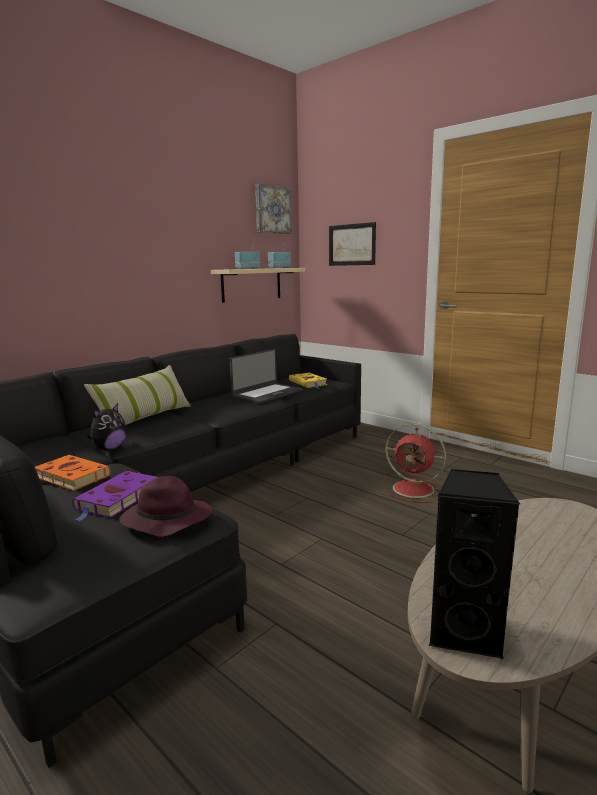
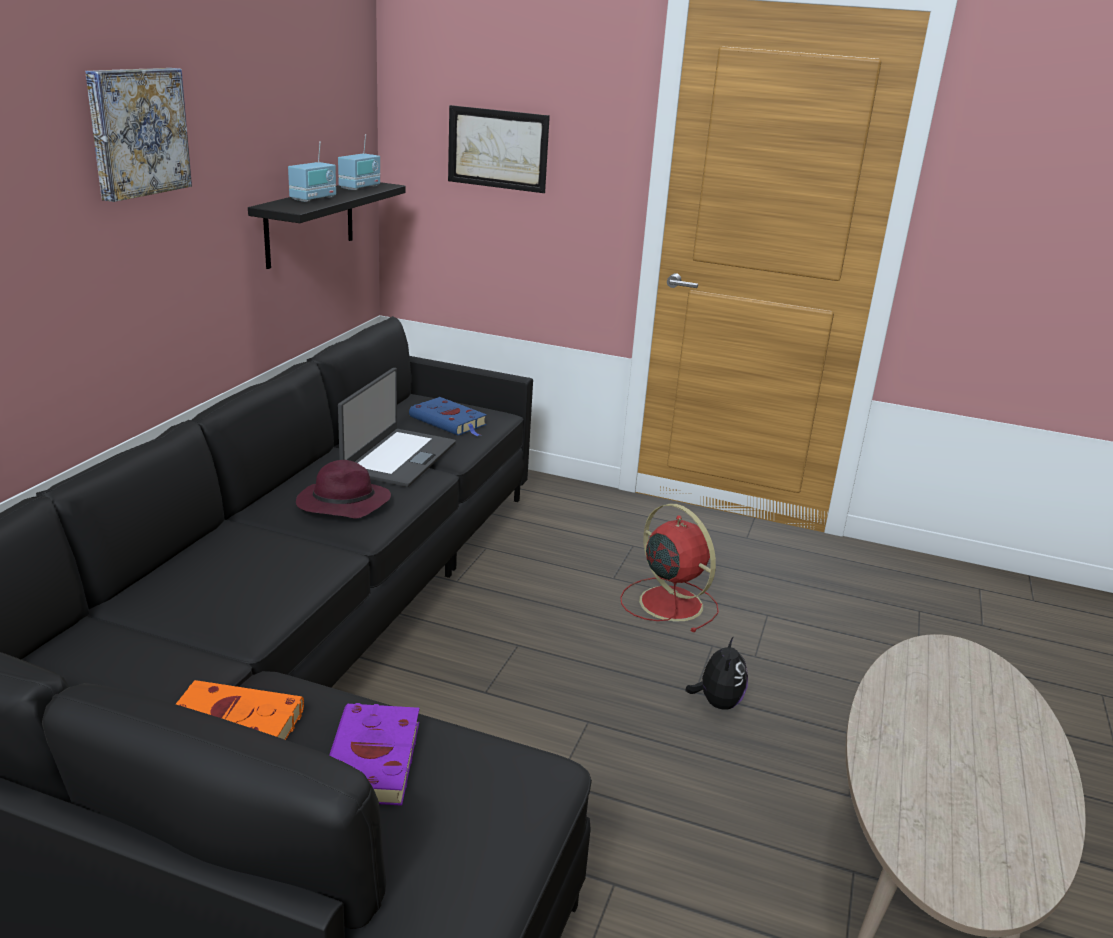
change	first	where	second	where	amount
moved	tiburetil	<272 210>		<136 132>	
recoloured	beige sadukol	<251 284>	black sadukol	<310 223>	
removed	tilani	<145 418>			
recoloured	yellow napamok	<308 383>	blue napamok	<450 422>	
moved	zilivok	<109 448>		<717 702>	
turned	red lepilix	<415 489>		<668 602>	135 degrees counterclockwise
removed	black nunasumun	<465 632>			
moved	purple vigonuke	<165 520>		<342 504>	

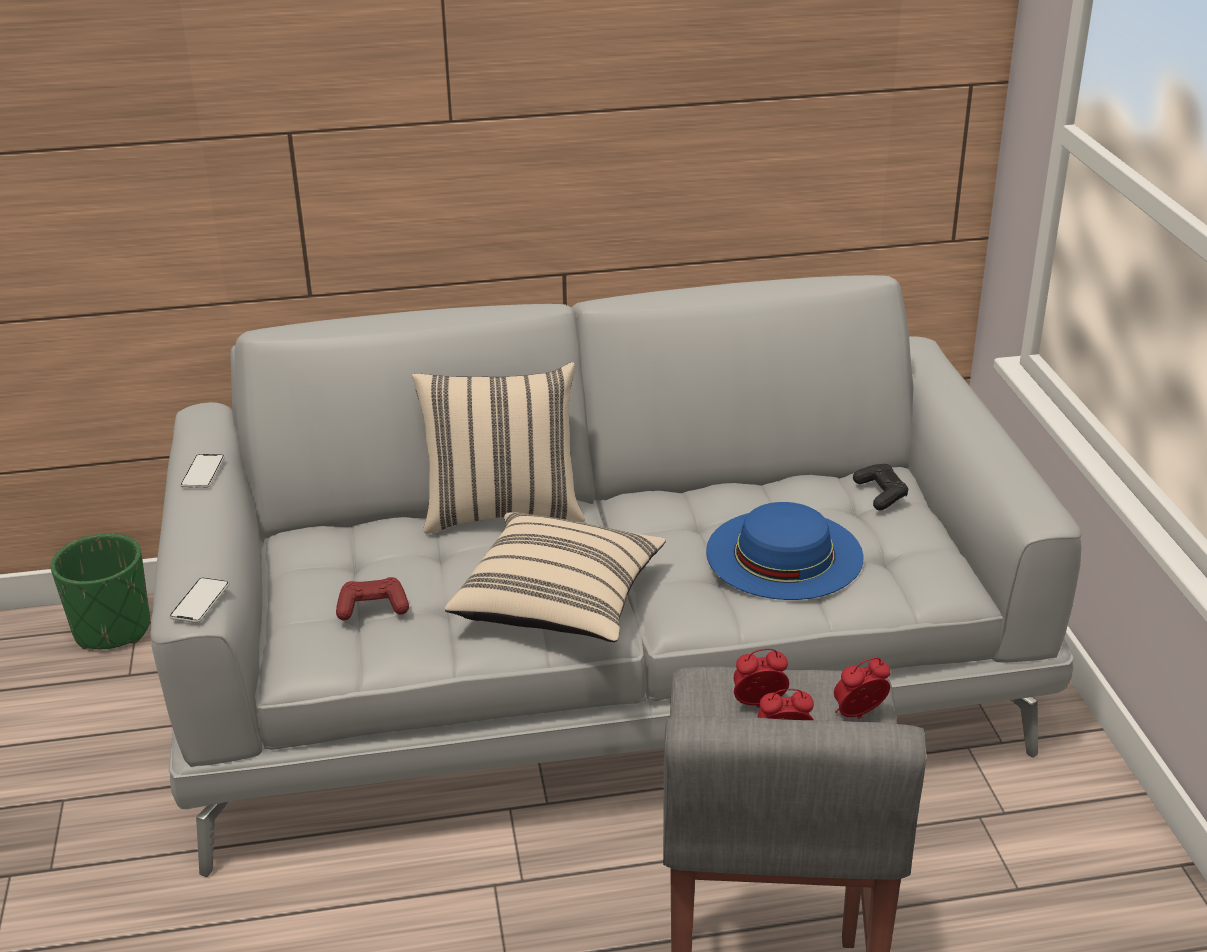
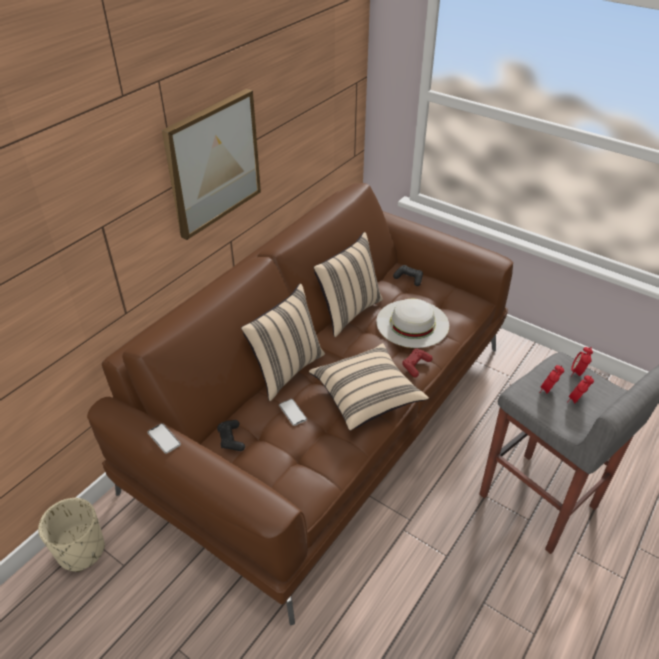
change	first	where	second	where	amount
recoloured	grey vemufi	<606 671>	brown vemufi	<329 413>	
recoloured	blue vigonuke	<784 554>	white vigonuke	<412 323>	
recoloured	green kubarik	<112 629>	beige kubarik	<81 550>	
moved	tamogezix	<200 601>		<292 412>	
moved	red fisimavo	<373 607>		<416 365>	
added			tiburetil	<213 163>	
added			beige tilani	<348 312>	
added			black fisimavo	<231 439>	

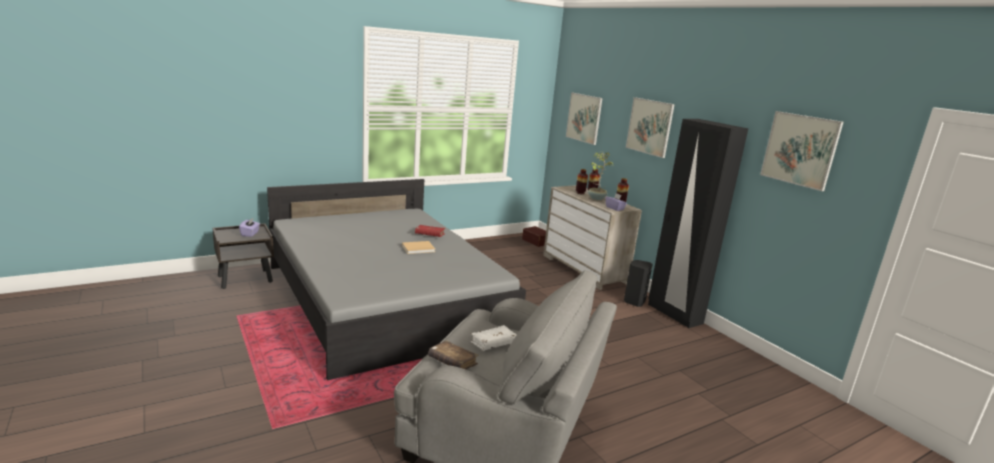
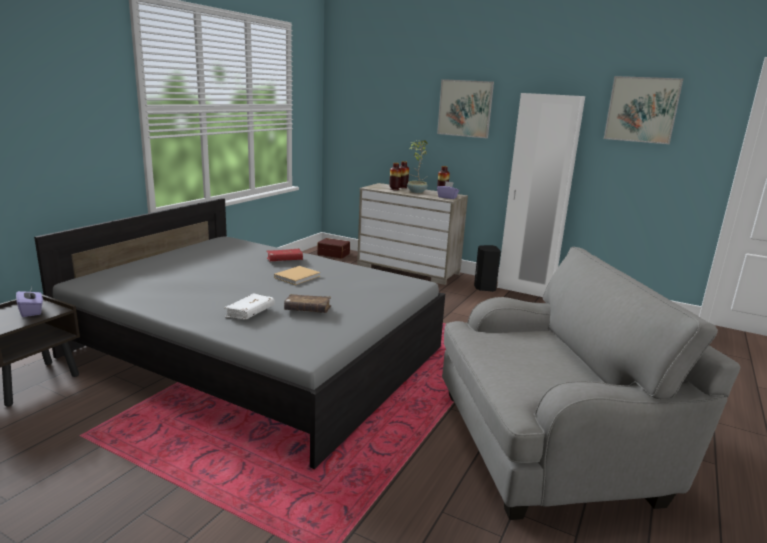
change	first	where	second	where	amount
removed	tiburetil	<584 118>			
recoloured	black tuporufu	<674 314>	white tuporufu	<525 290>	
moved	white napamok	<493 343>		<250 313>	
moved	brown napamok	<452 362>		<307 310>	

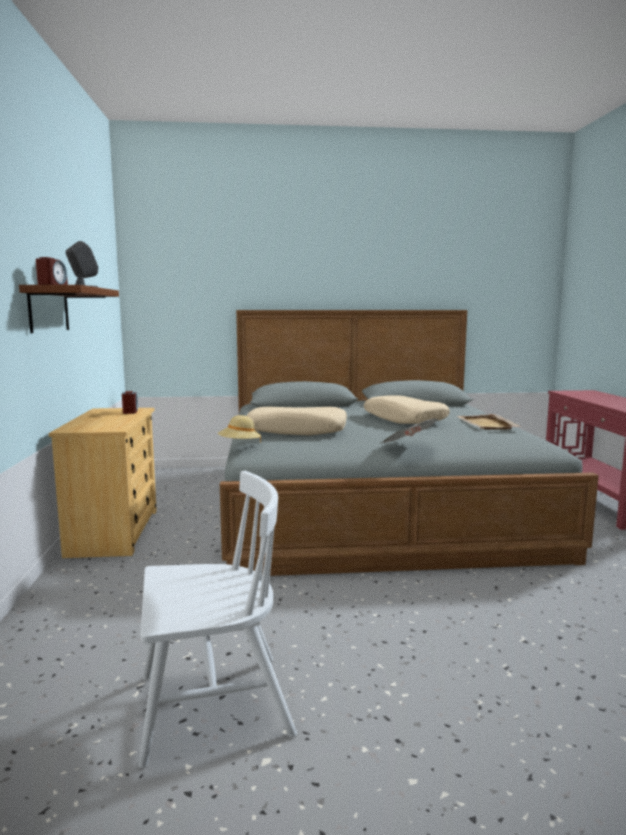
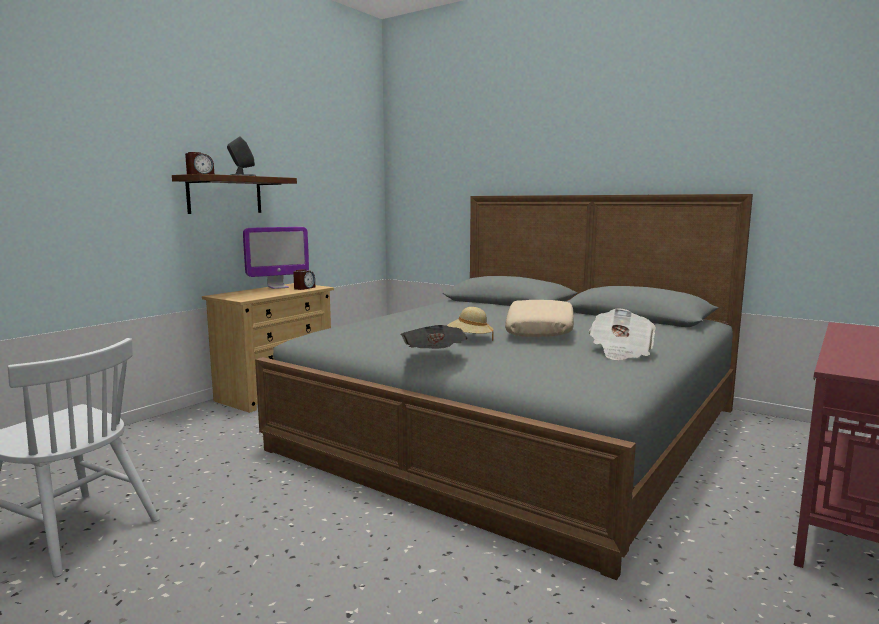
change	first	where	second	where	amount
removed	beige tilani	<297 431>			
replaced	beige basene	<487 424>	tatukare	<620 352>	
moved	beige vigonuke	<239 445>		<470 339>	
added			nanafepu	<278 287>	

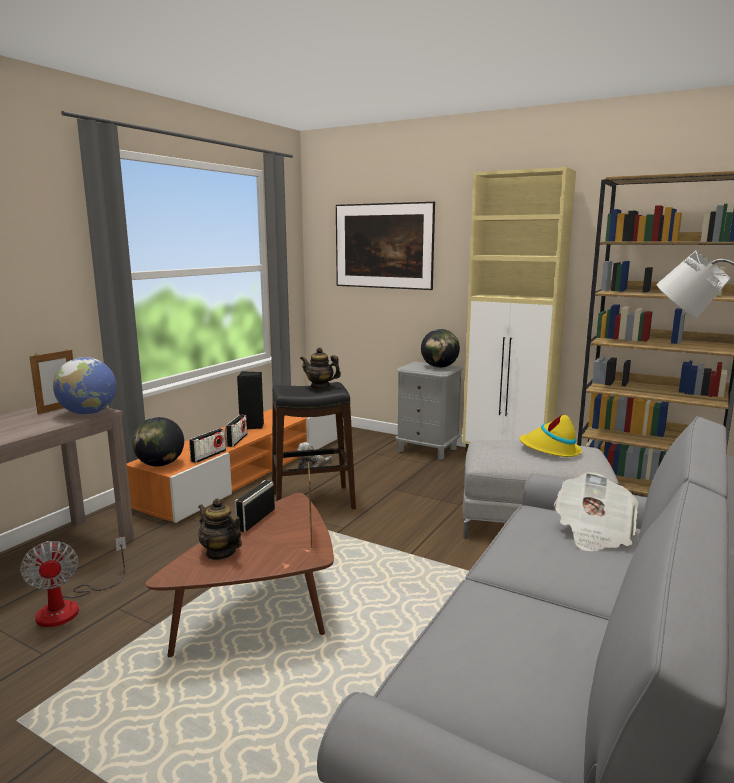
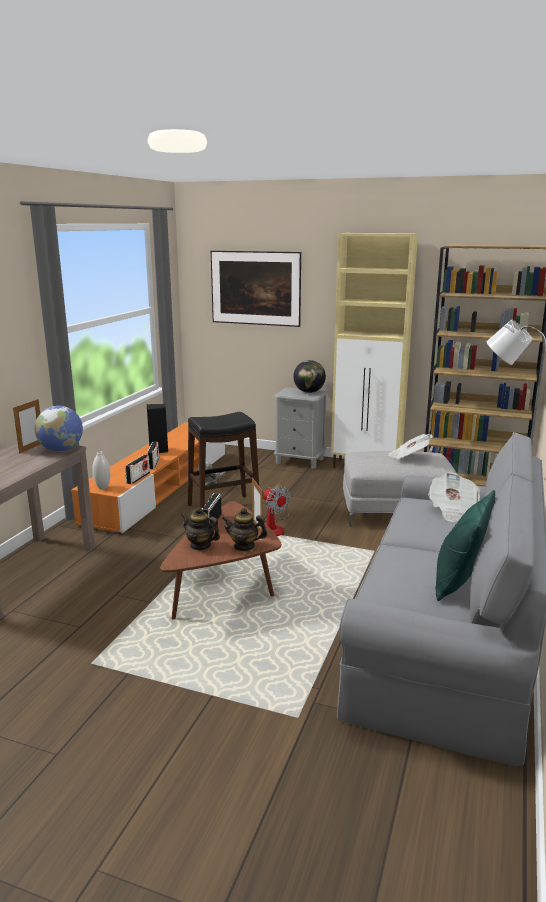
change	first	where	second	where	amount
moved	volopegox	<320 387>		<244 546>	
replaced	yellow vigonuke	<550 450>	tatukare	<408 457>	
replaced	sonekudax	<160 464>	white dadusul	<102 487>	
moved	lepilix	<70 606>		<274 528>	
added			green tilani	<458 582>	

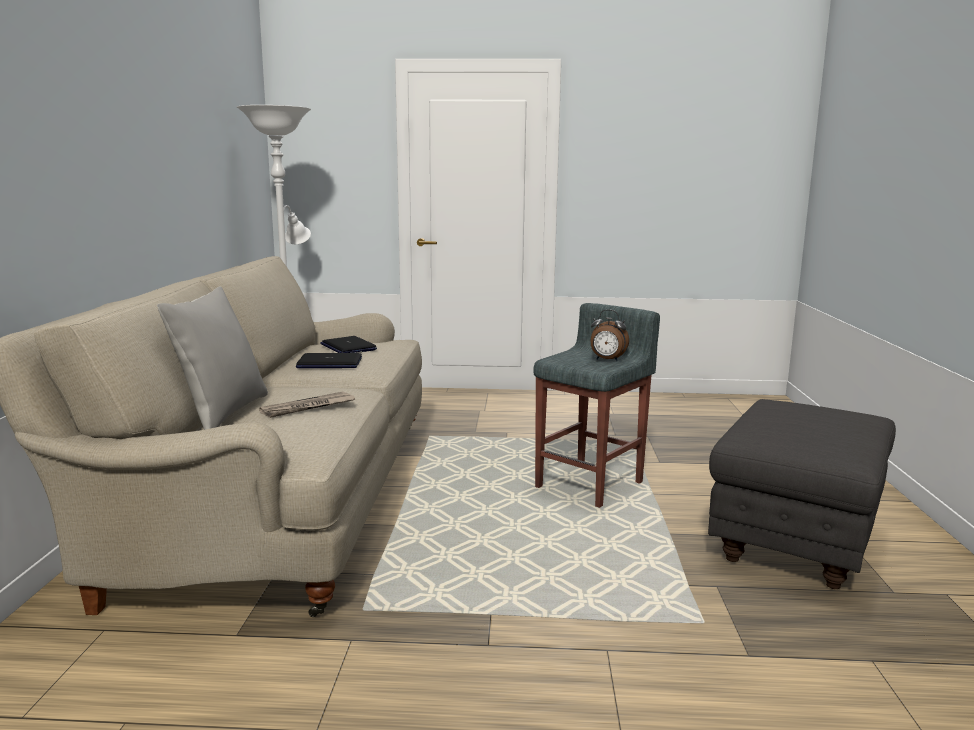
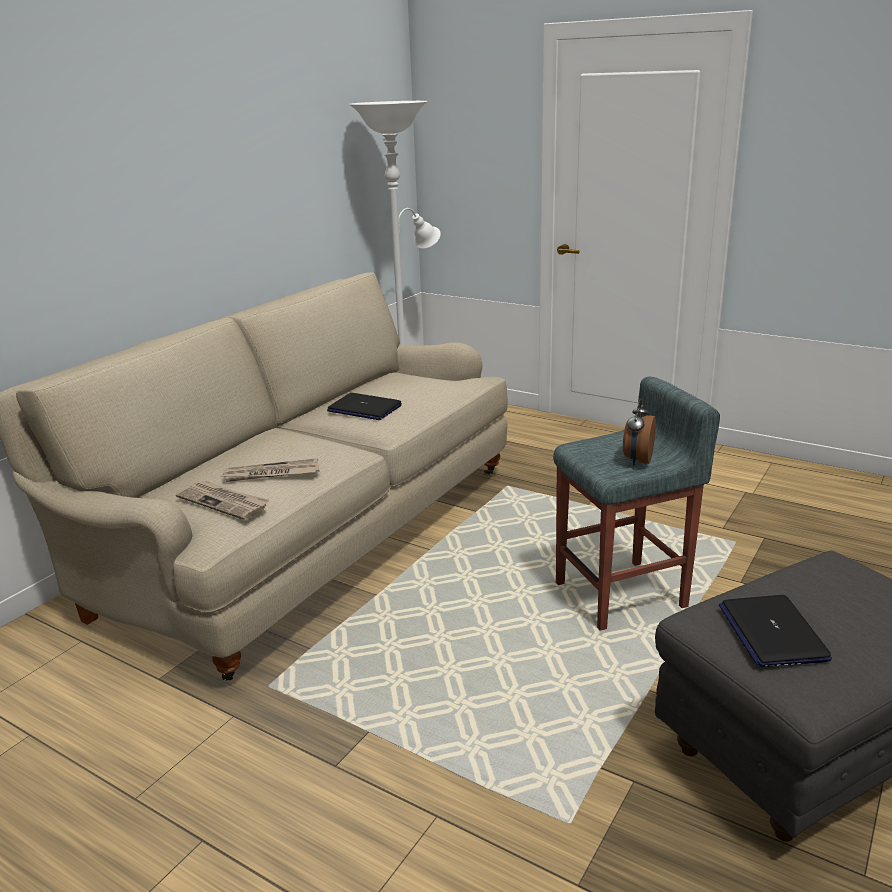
change	first	where	second	where	amount
removed	grey tilani	<222 413>			
turned	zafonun	<607 360>		<637 460>	60 degrees clockwise
moved	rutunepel	<348 347>		<771 632>	
added			tatukare	<224 502>	

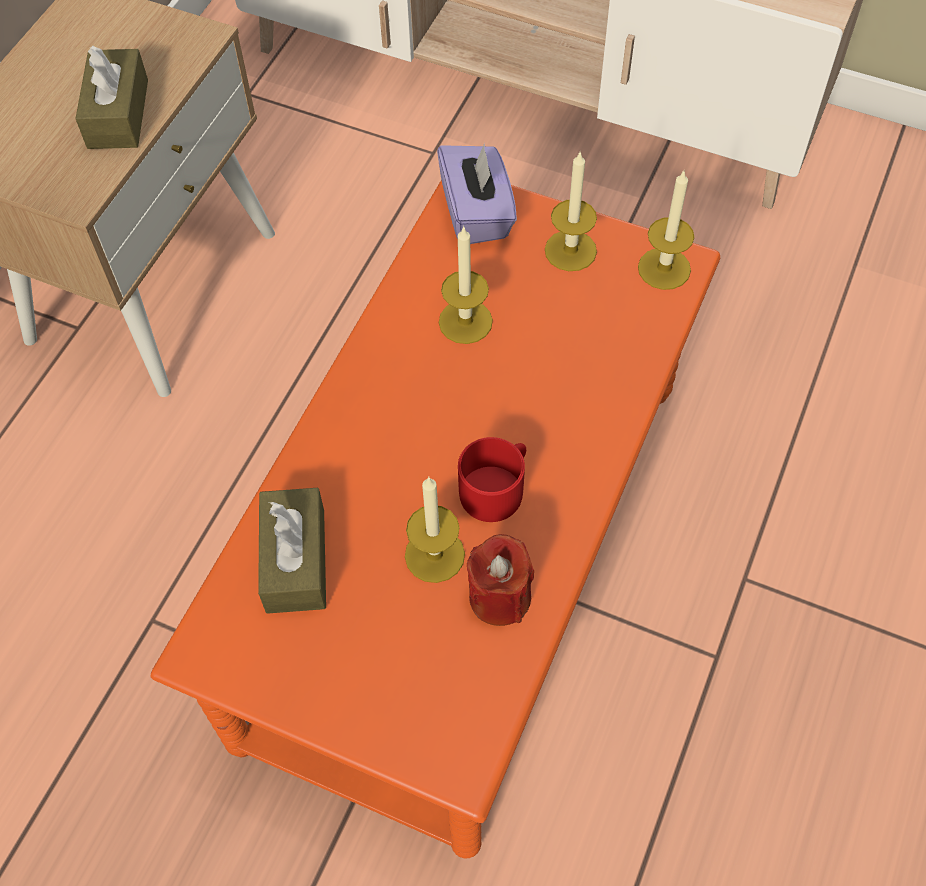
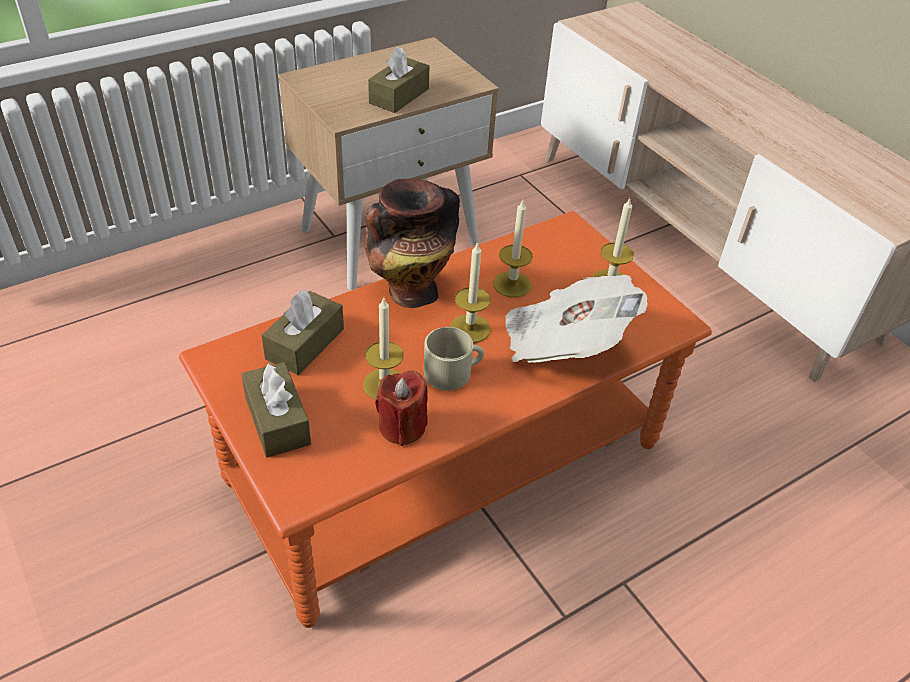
change	first	where	second	where	amount
removed	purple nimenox	<477 213>			
moved	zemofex	<664 268>		<470 328>	
recoloured	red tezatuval	<496 488>	beige tezatuval	<453 372>	
added			dadusul	<410 291>	
added			tatukare	<564 343>	
added			brown nimenox	<277 420>	

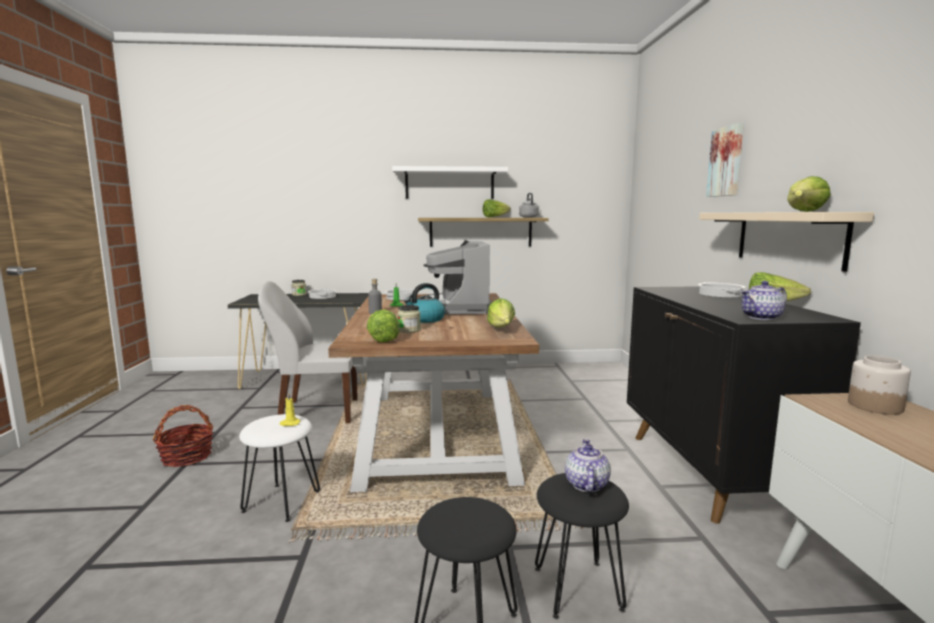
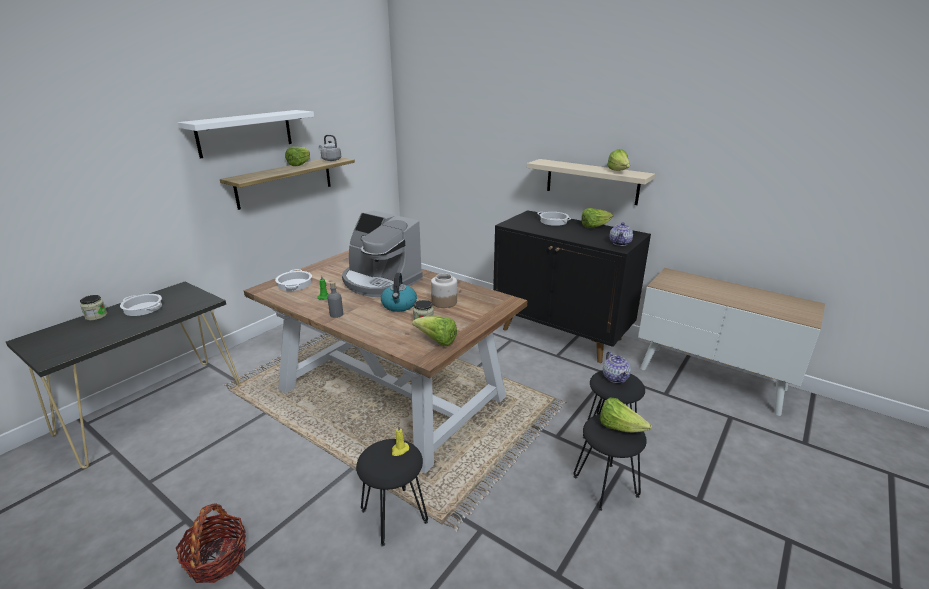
change	first	where	second	where	amount
removed	tiburetil	<727 162>			
removed	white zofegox	<316 412>			
moved	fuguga	<501 329>		<619 427>	
moved	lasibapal	<874 406>		<444 302>	
recoloured	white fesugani	<282 501>	black fesugani	<394 515>	
turned	volopegox	<586 485>		<615 377>	150 degrees counterclockwise

